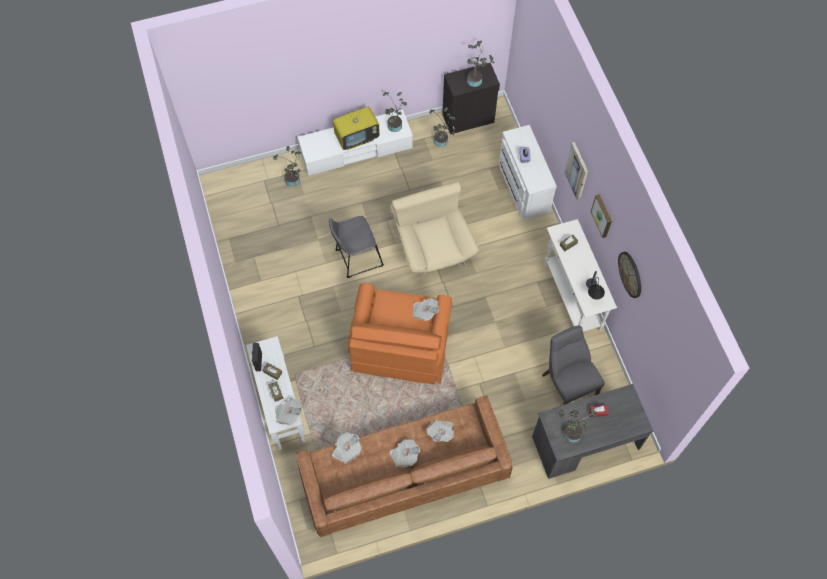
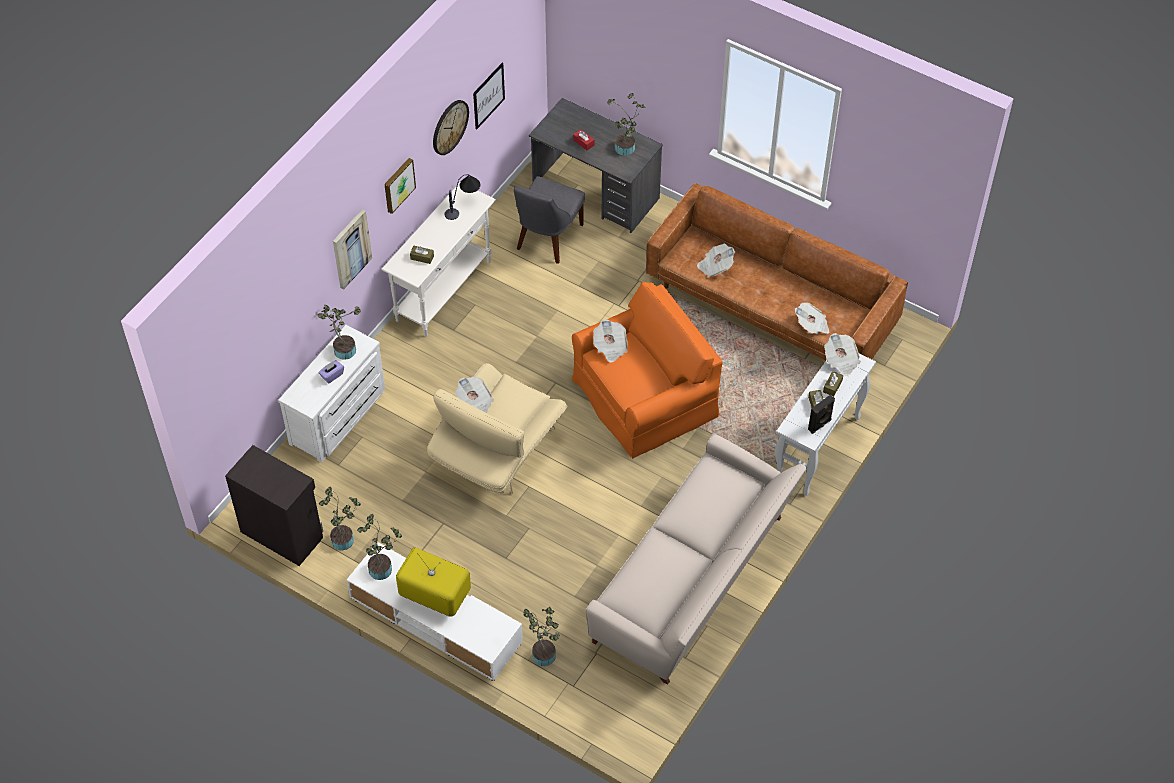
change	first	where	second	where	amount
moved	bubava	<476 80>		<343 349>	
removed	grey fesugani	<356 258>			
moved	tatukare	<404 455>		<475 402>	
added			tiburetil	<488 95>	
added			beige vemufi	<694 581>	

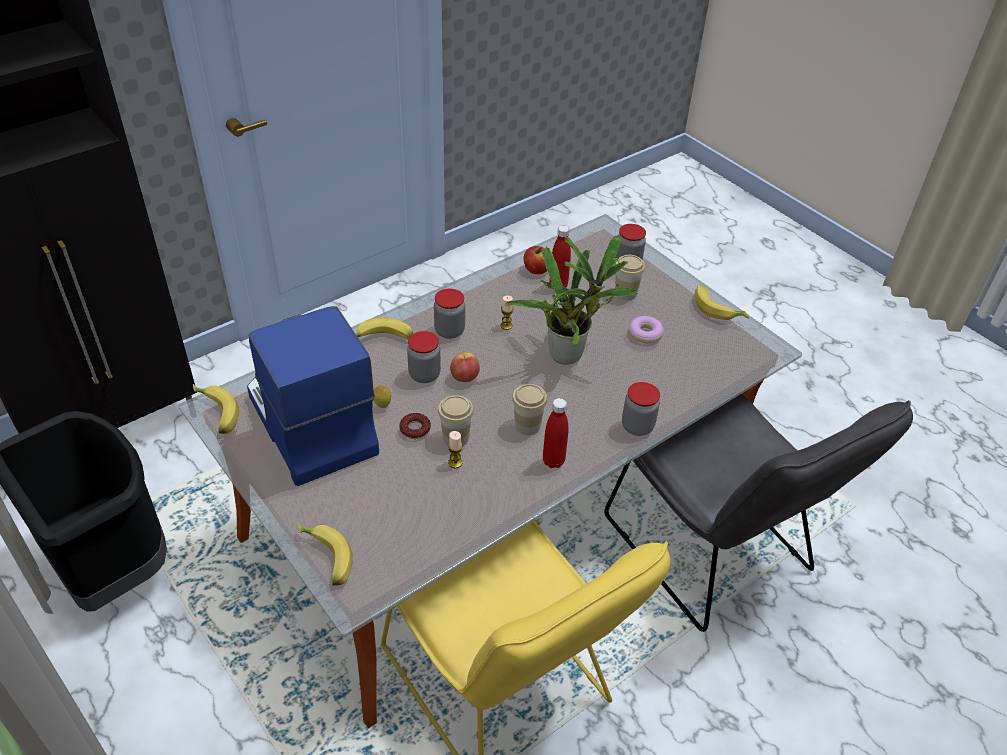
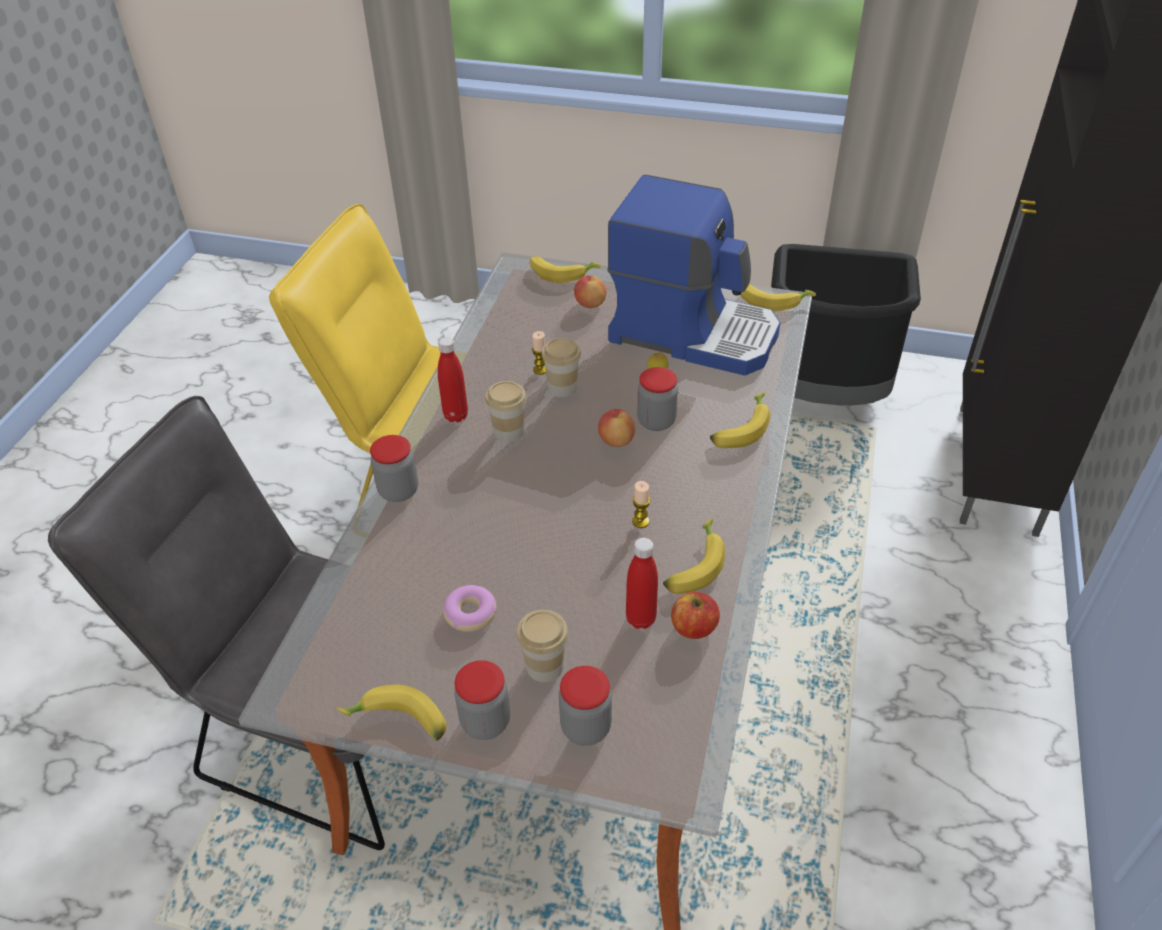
change	first	where	second	where	amount
removed	bubava	<570 354>			
moved	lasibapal	<449 331>		<485 722>	
removed	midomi	<415 429>			
added			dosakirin	<590 304>	
added			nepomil	<693 565>	

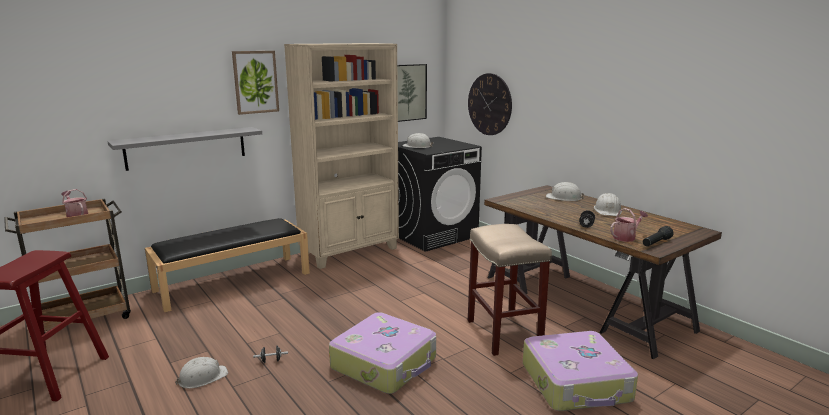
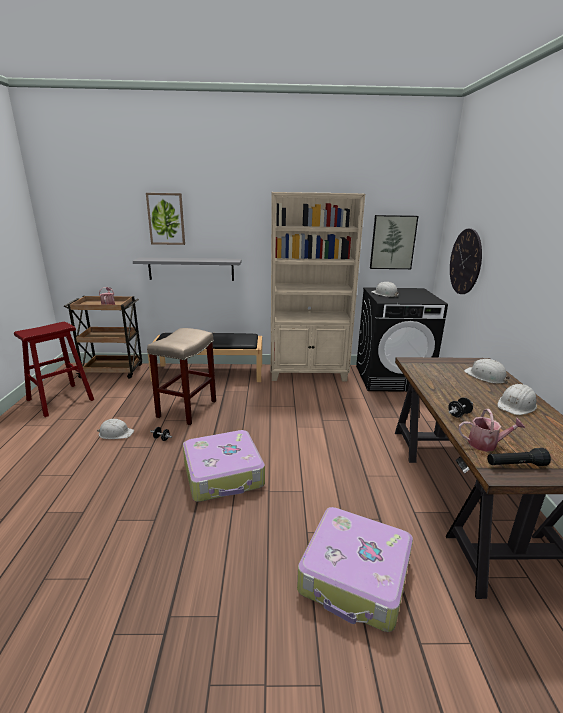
change	first	where	second	where	amount
moved	tiburetil	<255 82>		<166 219>	
moved	beige fesugani	<502 333>		<187 408>	

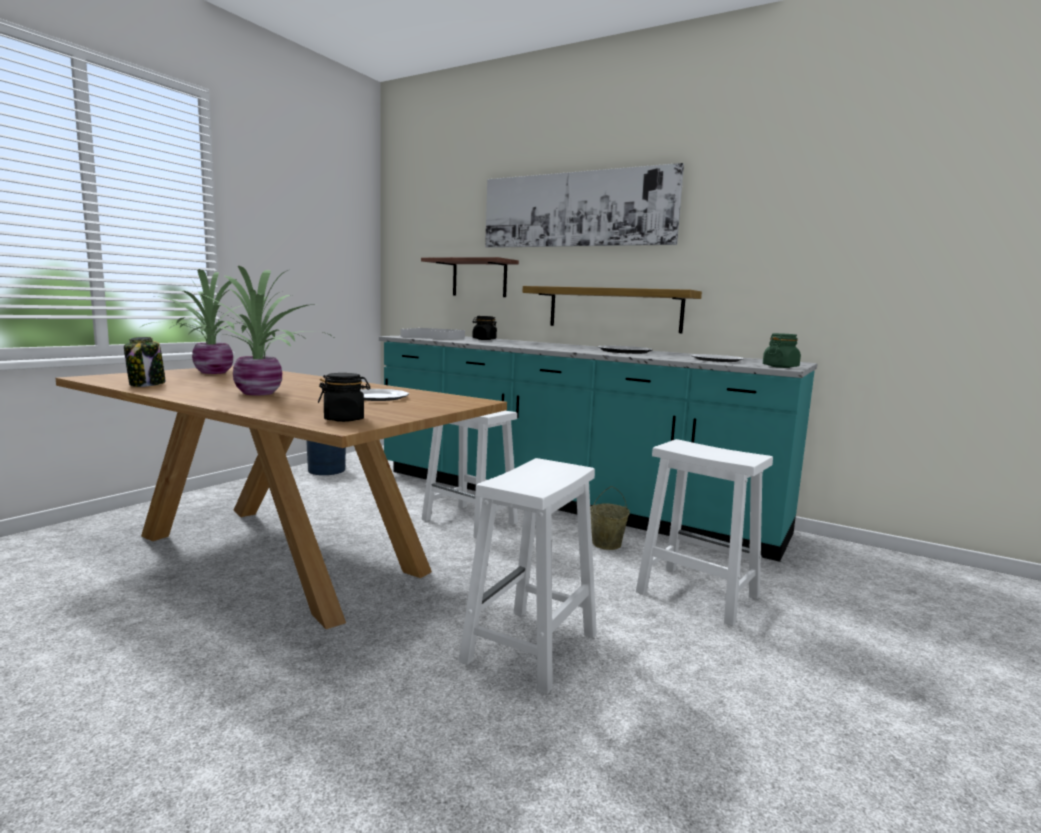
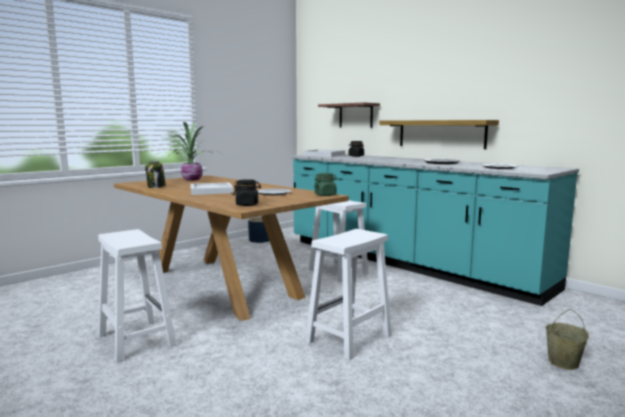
change	first	where	second	where	amount
removed	tiburetil	<576 210>			
replaced	bubava	<261 393>	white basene	<212 191>	
moved	green lasibapal	<780 367>		<325 195>	
moved	white fesugani	<695 594>		<135 339>	
moved	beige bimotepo	<606 544>		<563 363>	

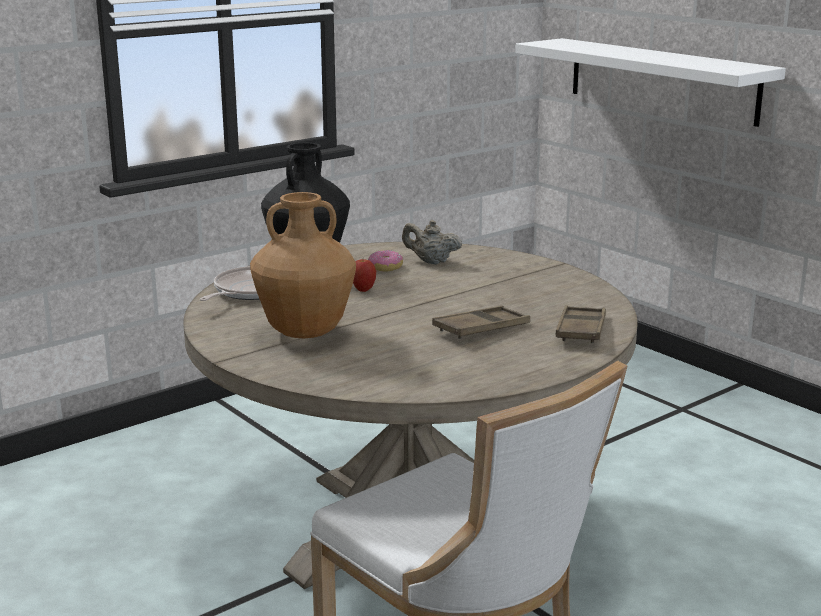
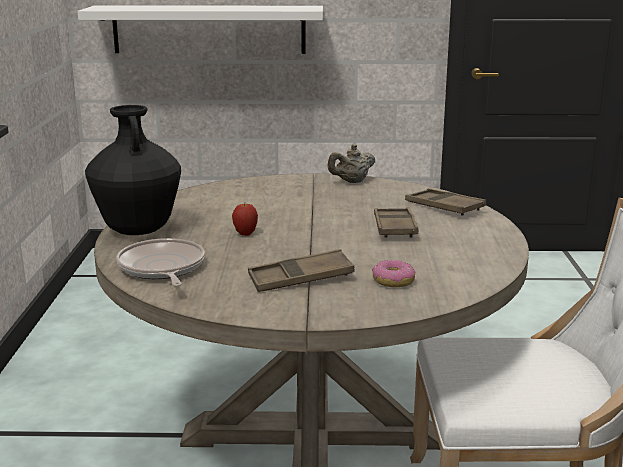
change	first	where	second	where	amount
replaced	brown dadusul	<304 333>	brown basene	<300 278>	
moved	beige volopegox	<431 262>		<351 182>	
moved	midomi	<385 267>		<393 281>	

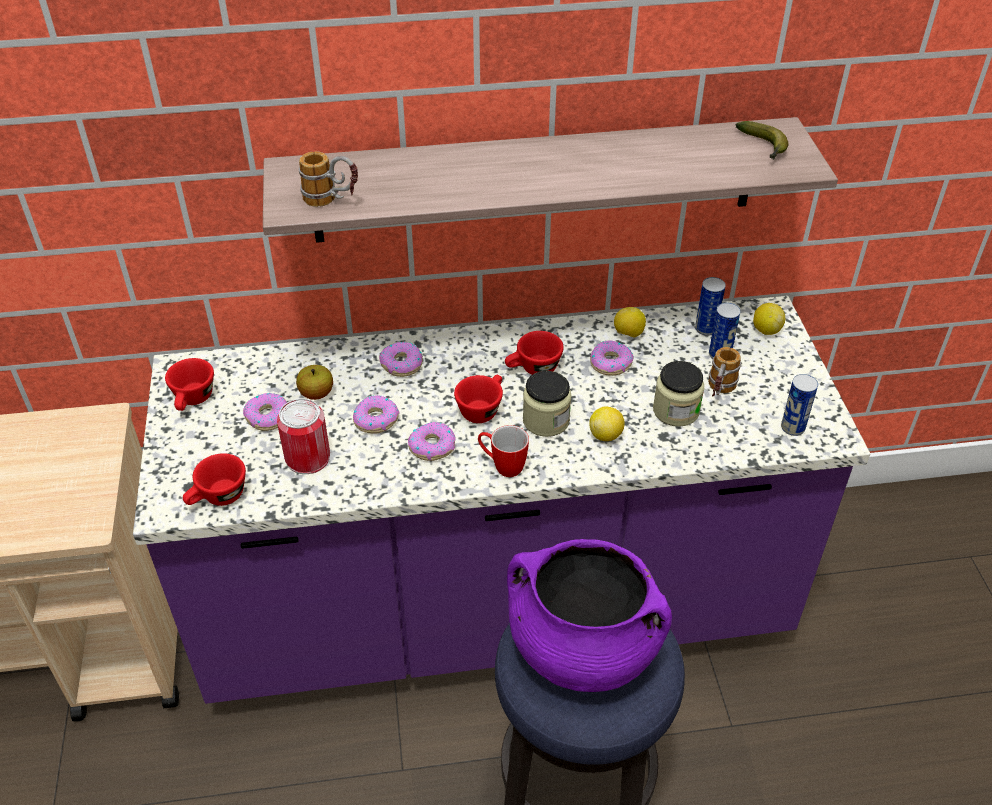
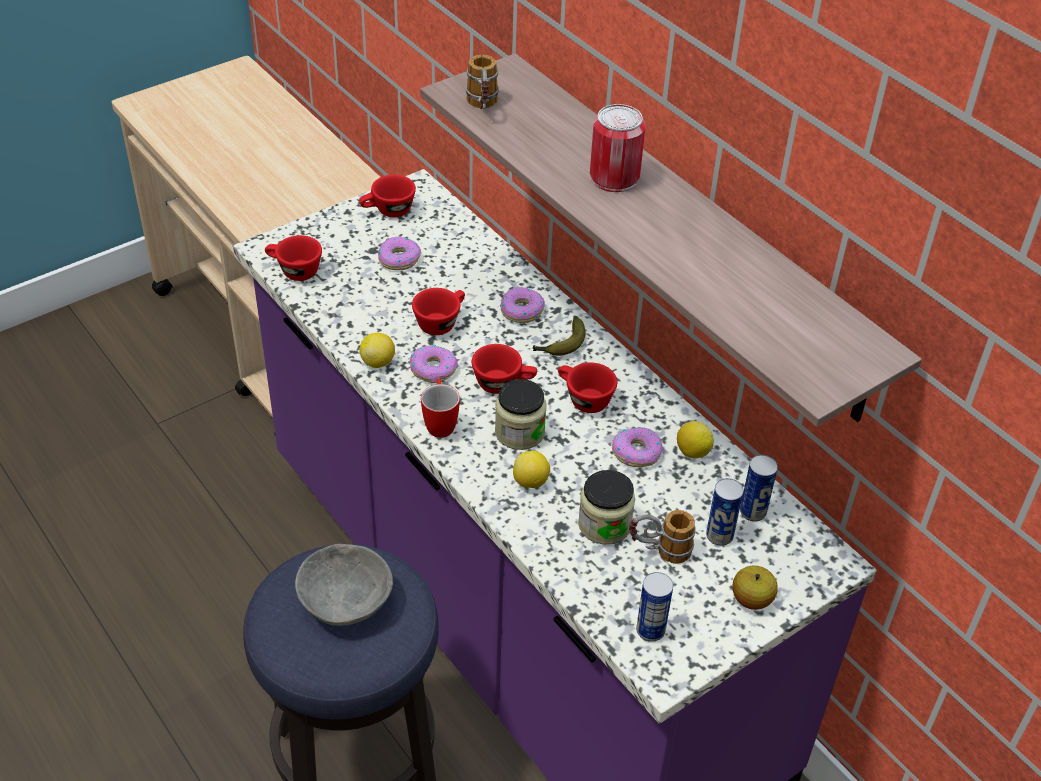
change	first	where	second	where	amount
moved	nepomil	<763 147>		<561 345>	
moved	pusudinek	<766 330>		<378 362>	
moved	dosakirin	<316 394>		<751 600>	
replaced	midomi	<376 419>	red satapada	<441 322>	
moved	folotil	<307 458>		<614 177>	
replaced	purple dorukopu	<582 647>	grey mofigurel	<344 601>	

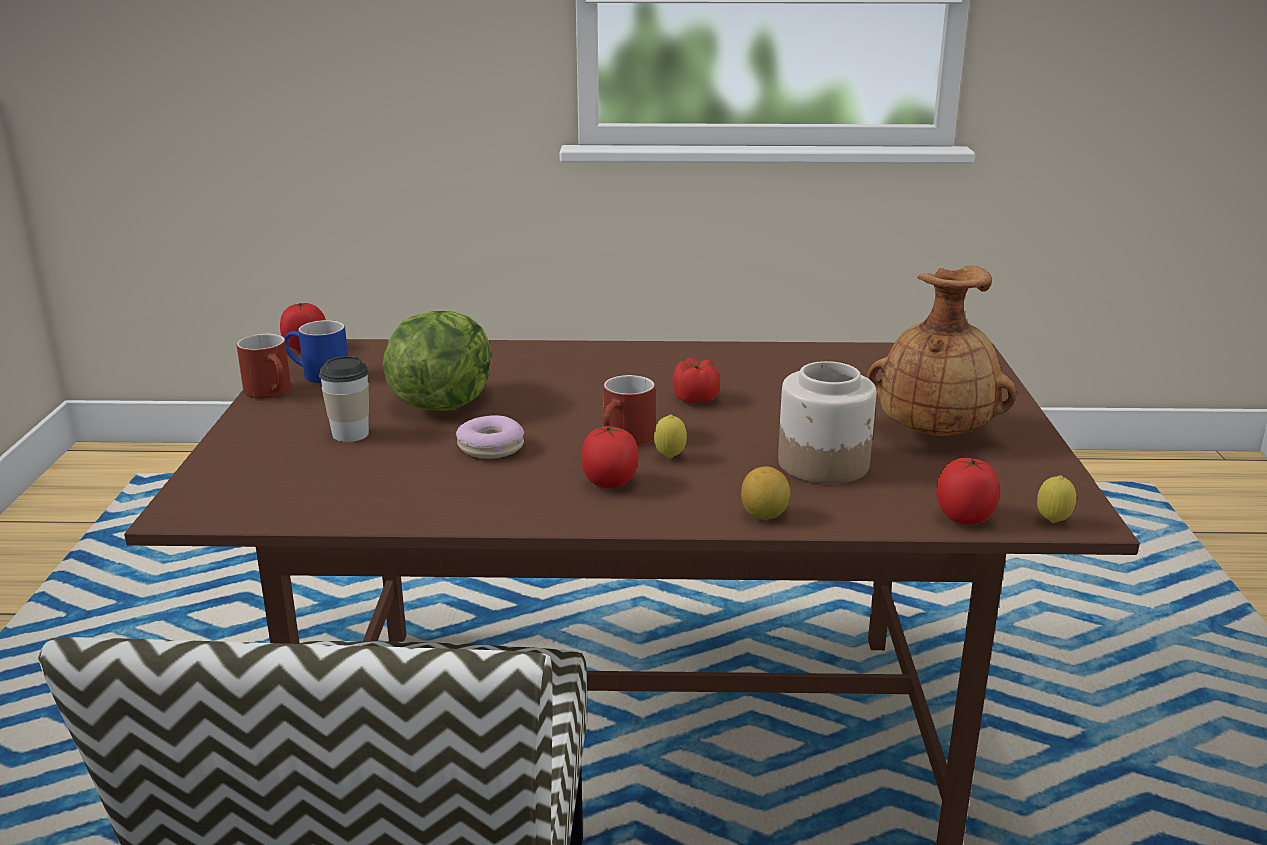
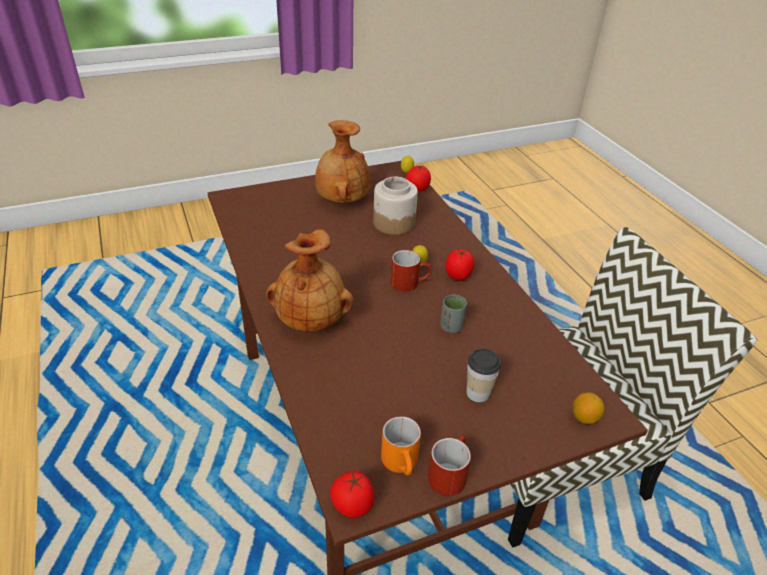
change	first	where	second	where	amount
removed	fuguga	<441 403>			
recoloured	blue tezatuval	<317 375>	orange tezatuval	<402 463>	
removed	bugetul	<695 399>			
replaced	midomi	<490 447>	grey satapada	<451 327>	
moved	pusudinek	<764 515>		<584 417>	
added			brown dadusul	<311 320>	

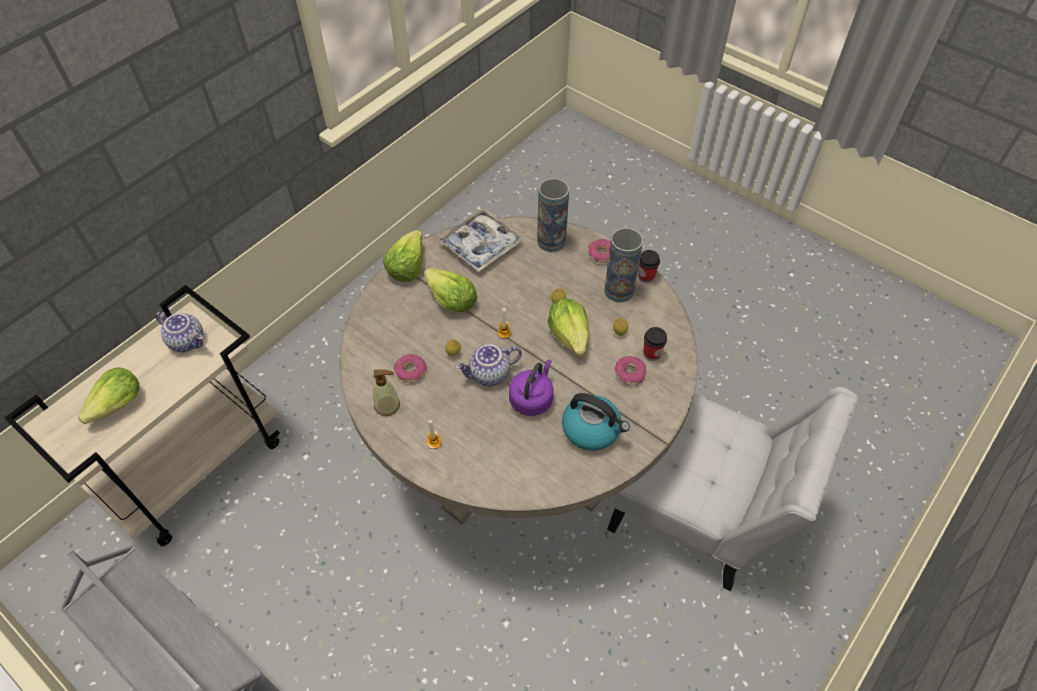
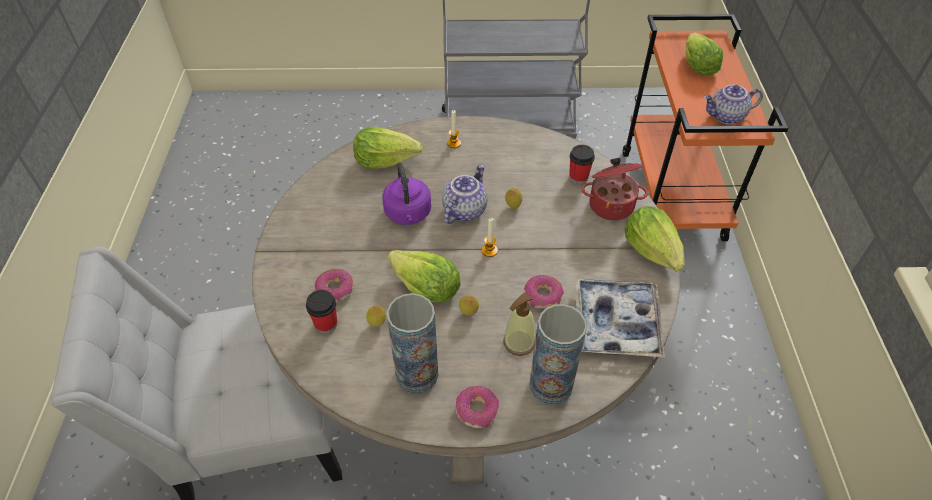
change	first	where	second	where	amount
moved	satapada	<646 276>		<578 177>	
moved	fuguga	<450 300>		<386 160>	
recoloured	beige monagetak	<196 466>	orange monagetak	<672 196>	
moved	midomi	<410 371>		<543 296>	
moved	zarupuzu	<387 405>		<519 343>	
removed	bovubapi	<592 429>			
added			dorukopu	<611 204>	

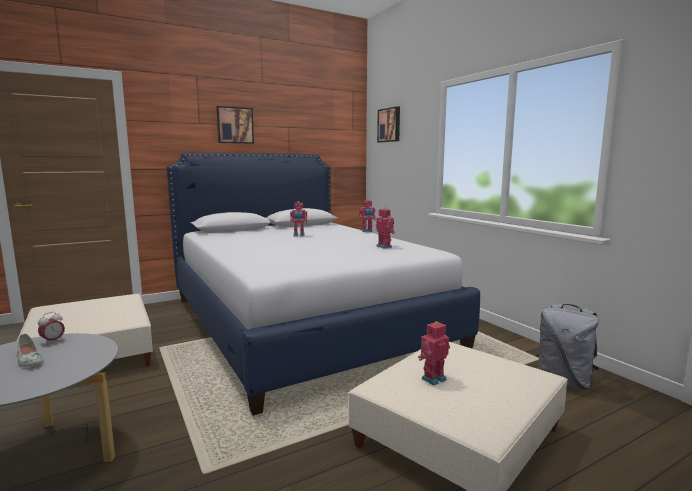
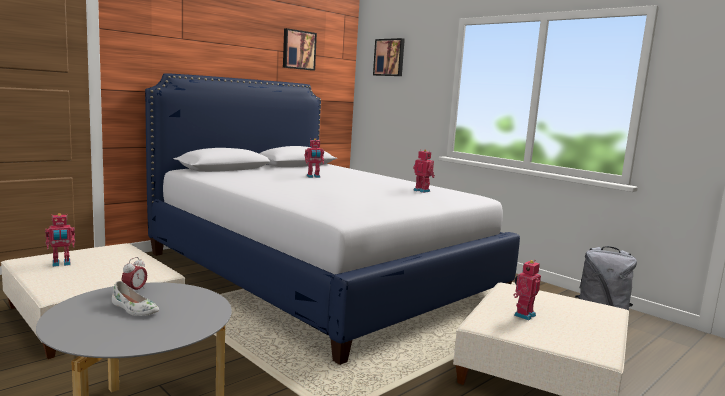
change	first	where	second	where	amount
moved	tiburetil	<234 125>		<298 50>	
moved	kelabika	<367 231>		<61 264>	

